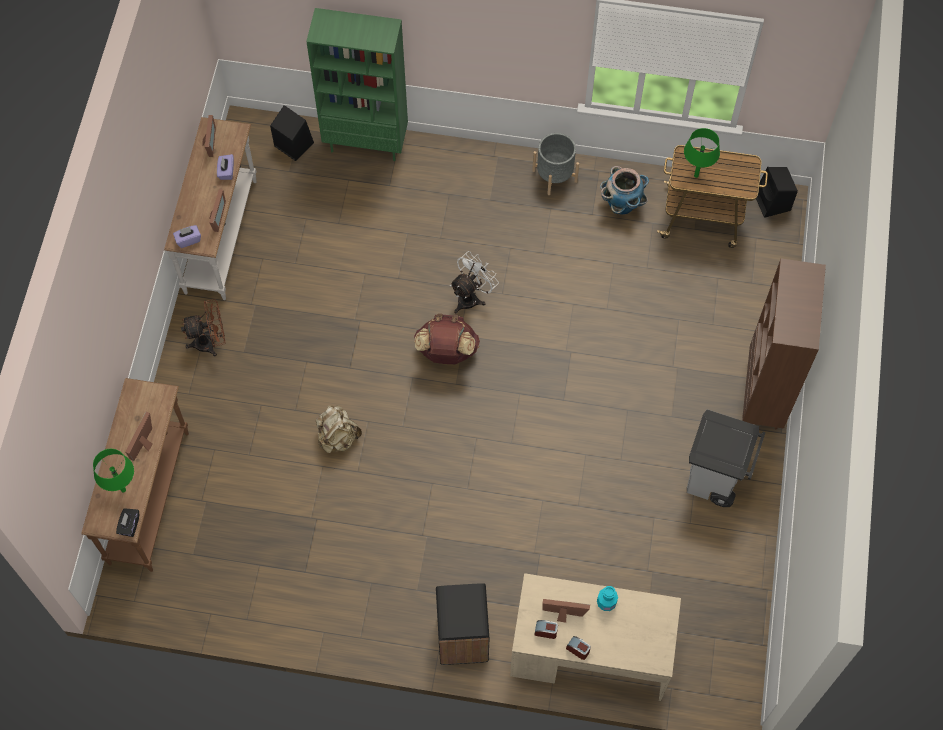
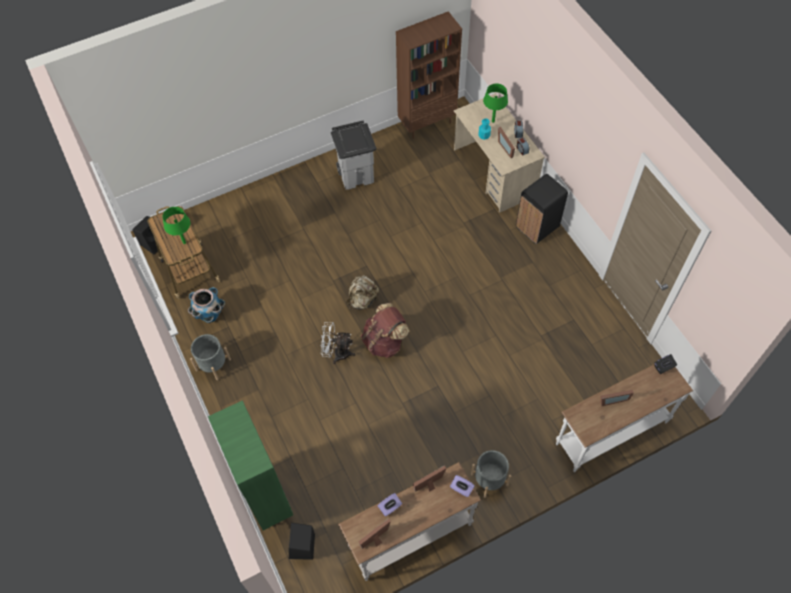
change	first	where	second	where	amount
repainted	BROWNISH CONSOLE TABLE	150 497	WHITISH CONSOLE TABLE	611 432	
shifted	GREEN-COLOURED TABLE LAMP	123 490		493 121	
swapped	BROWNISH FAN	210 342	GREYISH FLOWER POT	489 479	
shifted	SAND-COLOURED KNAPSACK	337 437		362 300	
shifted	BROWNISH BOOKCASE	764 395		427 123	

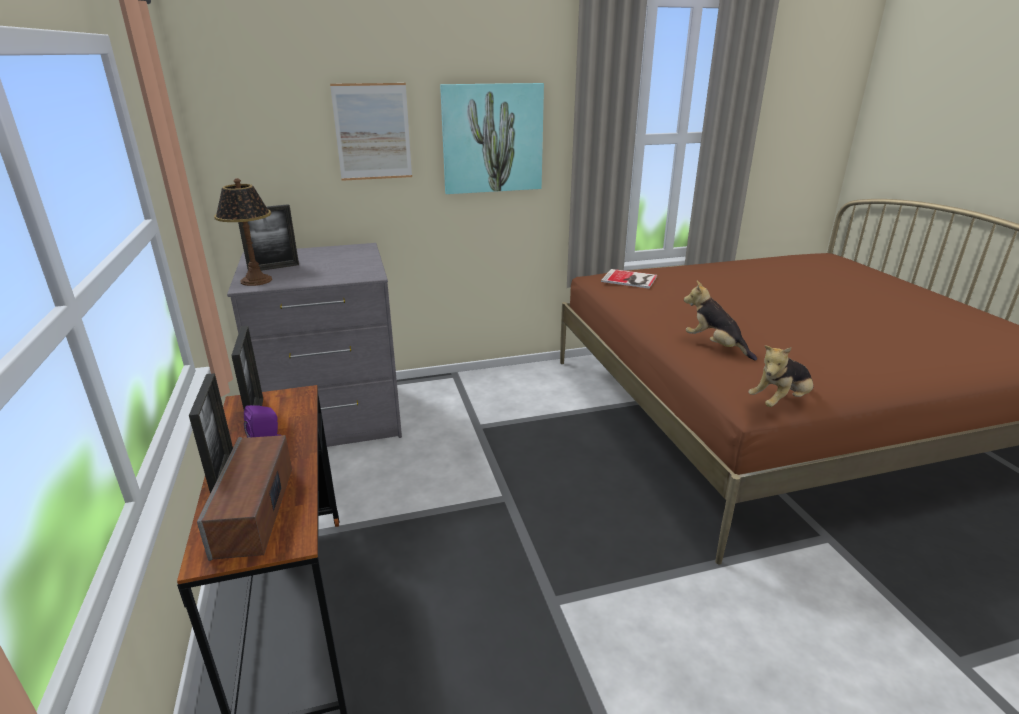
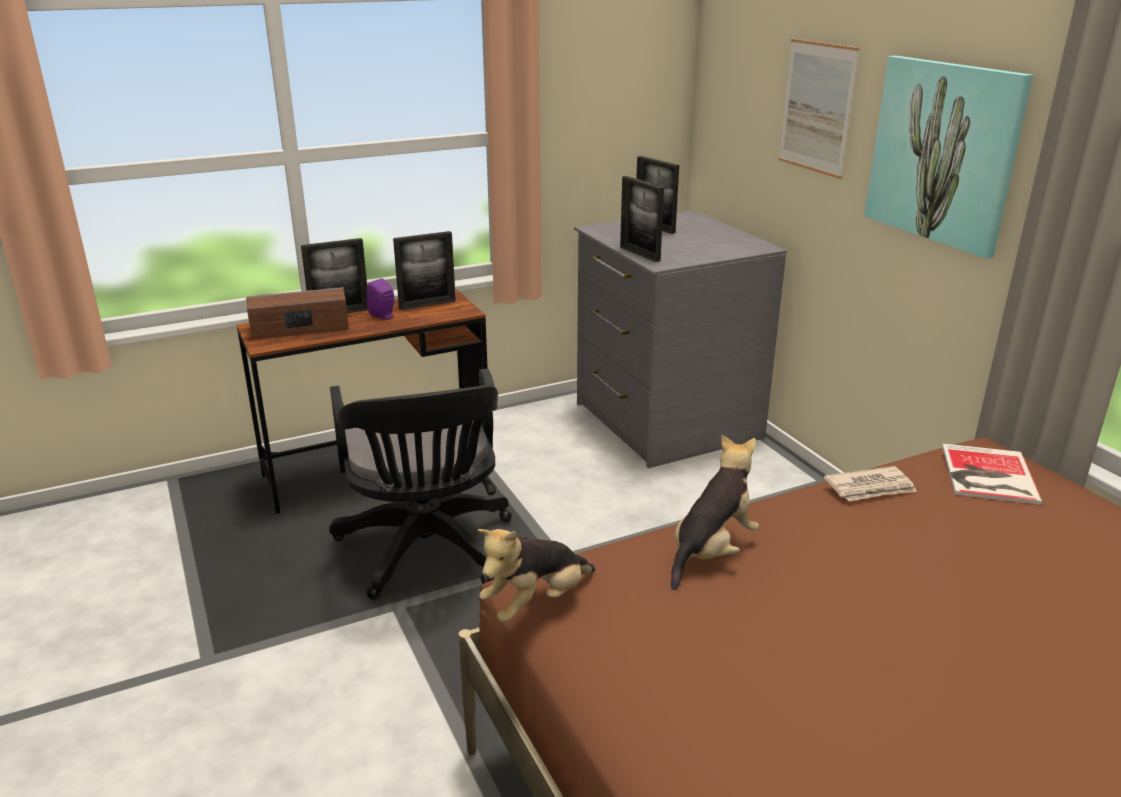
change	first	where	second	where	amount
gone	TABLE LAMP	256 280			
rotated	CUDDLY TOY	780 402		536 603	90 degrees counterclockwise
new			BLACKISH DESK CHAIR	427 552	
new			PICTURE FRAME	639 254	
new			NEWSPAPER	870 488	

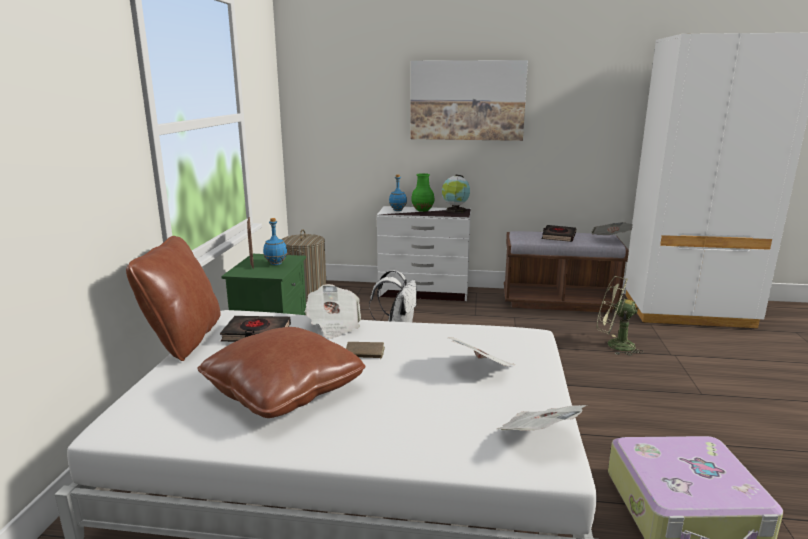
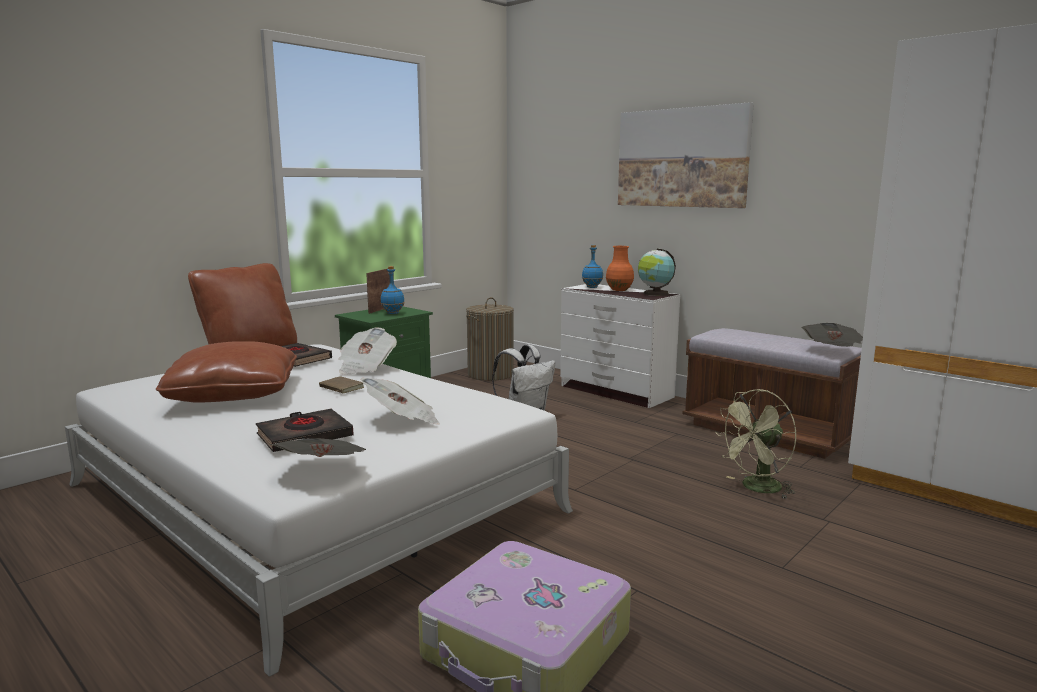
change	first	where	second	where	amount
repainted	GREEN-COLOURED DECORATIVE VASE	423 210	ORANGE DECORATIVE VASE	619 290	
shifted	BLACKISH VOLUME	558 236		304 436	
rotated	GREEN-COLOURED FAN	614 345		756 488	90 degrees counterclockwise

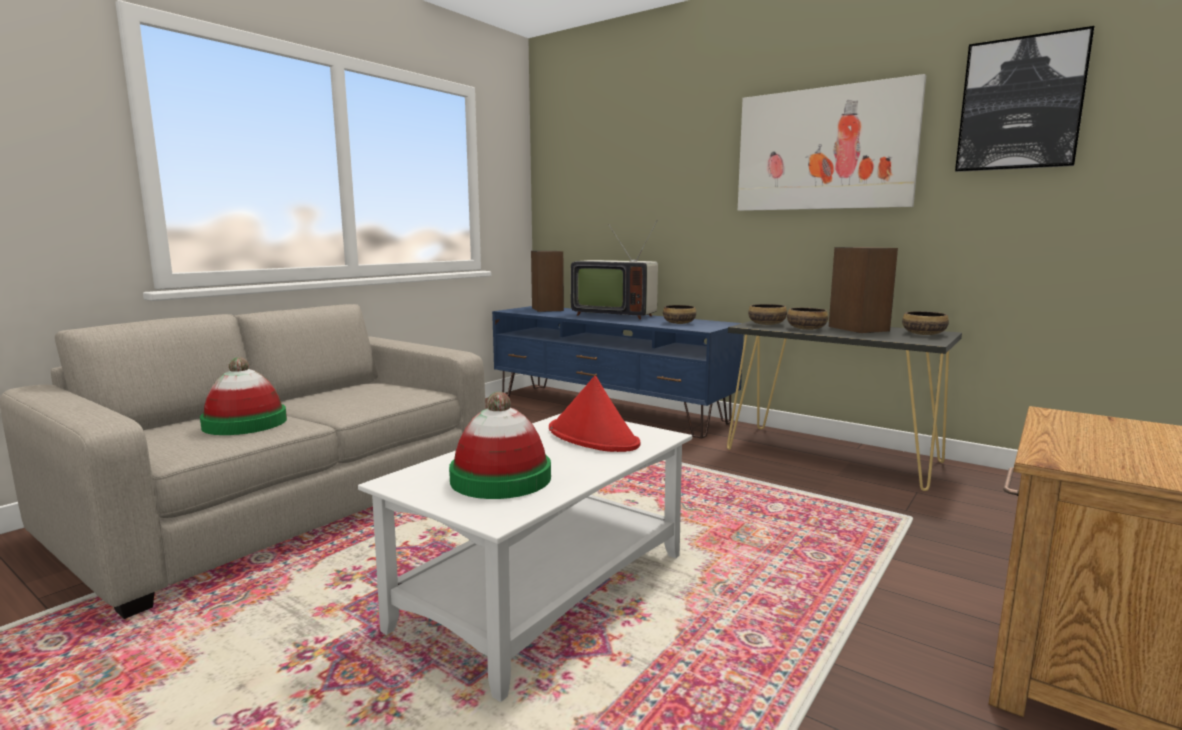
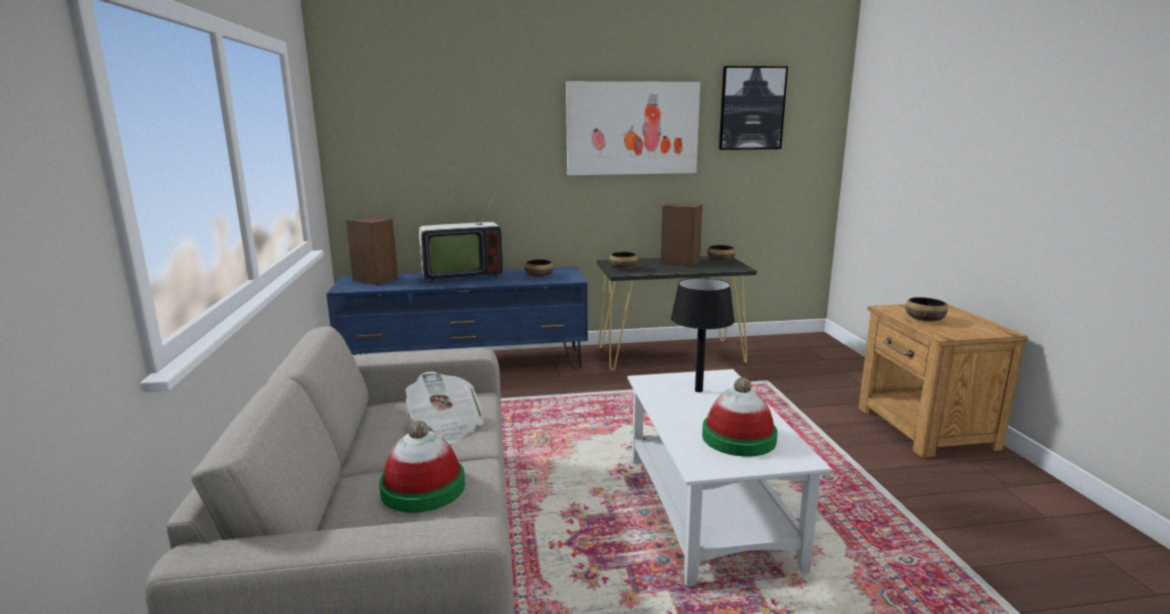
change	first	where	second	where	amount
swapped	RED-COLOURED WEARABLE HAT	593 437	BLACKISH TABLE LAMP	699 390	
shifted	SERVING BOWL	806 329		924 319	
new			NEWSPAPER	446 425	

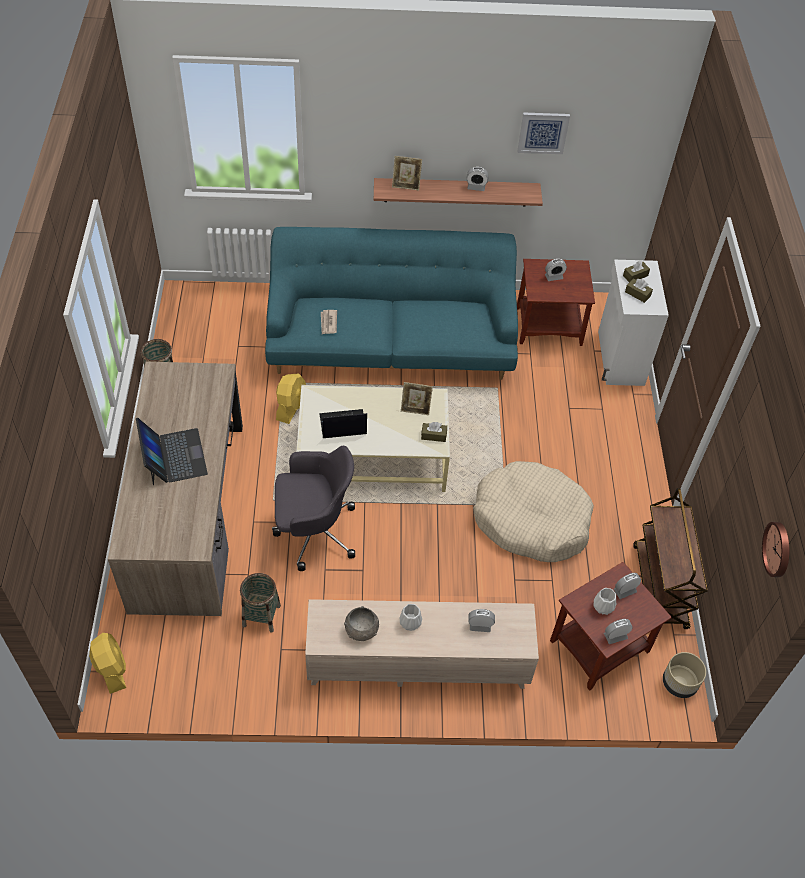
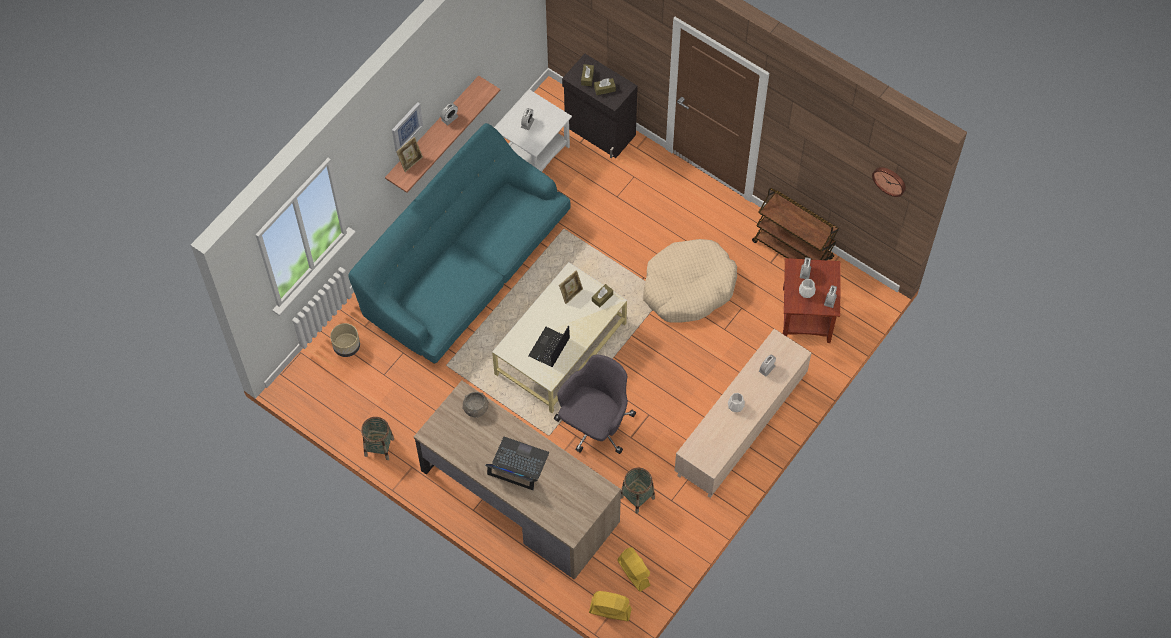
change	first	where	second	where	amount
shifted	YELLOWISH FAN	291 407		633 572	
gone	NEWSPAPER	328 323			
shifted	GREYISH SERVING BOWL	361 630		476 408	
repainted	BROWNISH END TABLE	548 325	WHITISH END TABLE	533 153	
shifted	WALL ART	543 132		406 127	
repainted	WHITISH STORAGE CABINET	619 358	BLACKISH STORAGE CABINET	600 131	
shifted	SAND-COLOURED FLOWER POT	679 683		346 346	

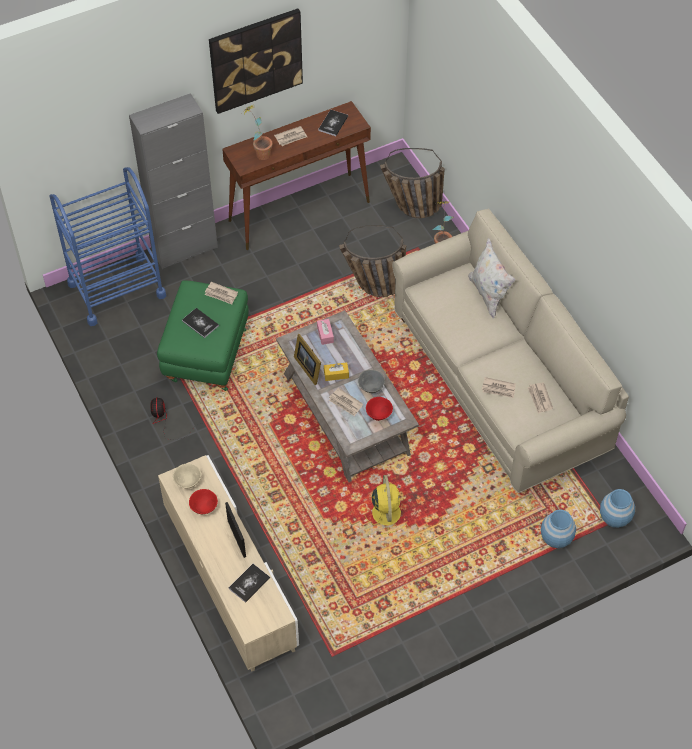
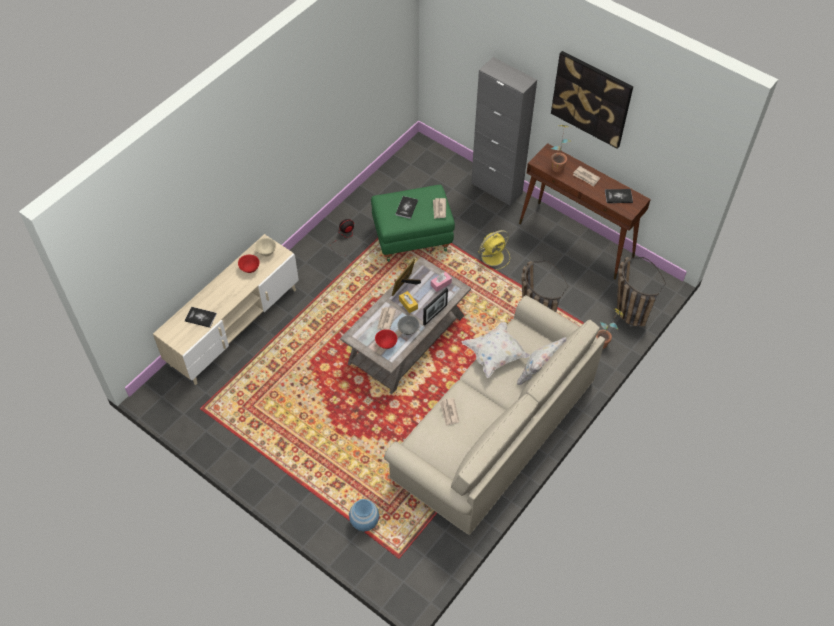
change	first	where	second	where	amount
gone	BLUISH CART	116 289			
shifted	PICTURE FRAME	236 538		435 314	
shifted	YELLOWISH FAN	386 511		493 256	
gone	NEWSPAPER	540 399			
gone	BLUISH DECORATIVE VASE	615 518			
new			WHITISH THROW PILLOW	495 355	

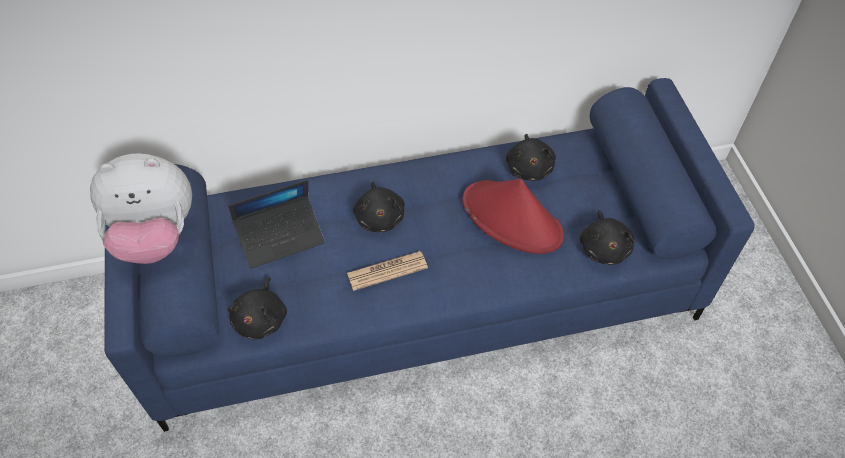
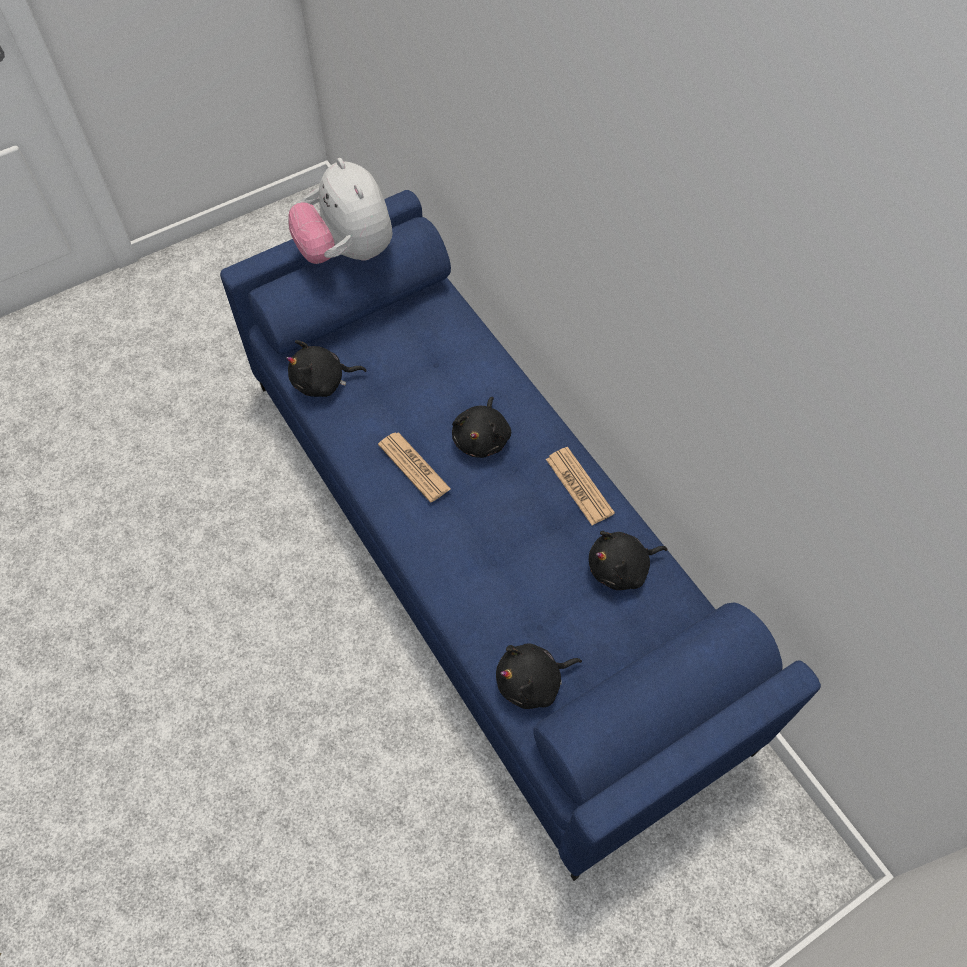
change	first	where	second	where	amount
gone	NOTEBOOK COMPUTER	280 237			
rotated	BLACKISH CUDDLY TOY	380 217		482 438	45 degrees counterclockwise
gone	RED-COLOURED WEARABLE HAT	512 218			
new			NEWSPAPER	579 486	

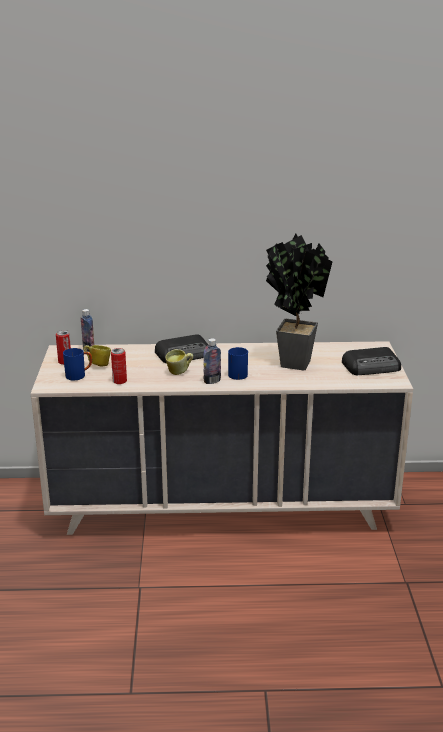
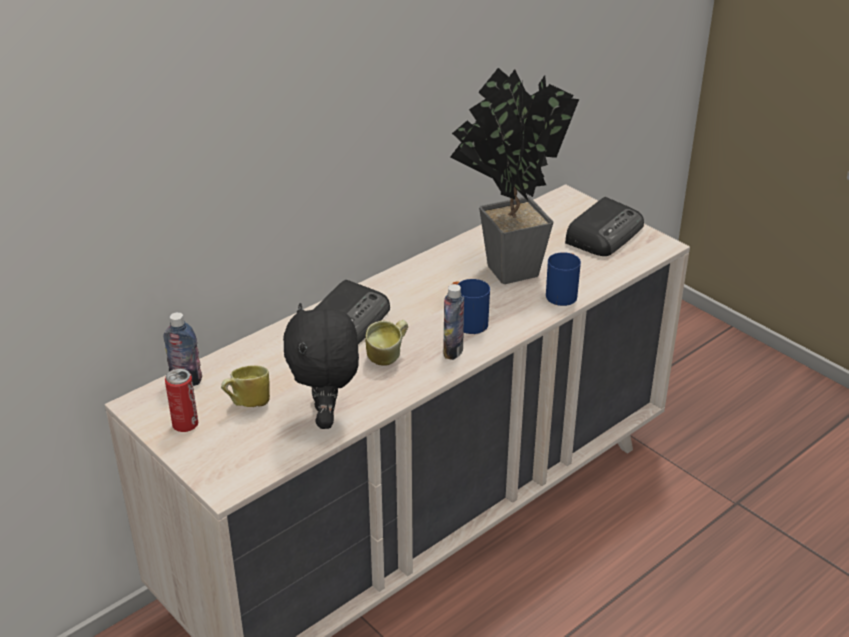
change	first	where	second	where	amount
shifted	BLUISH TEA MUG	79 375		563 294	
swapped	CAN	119 381	BLACKISH CUDDLY TOY	327 418	

